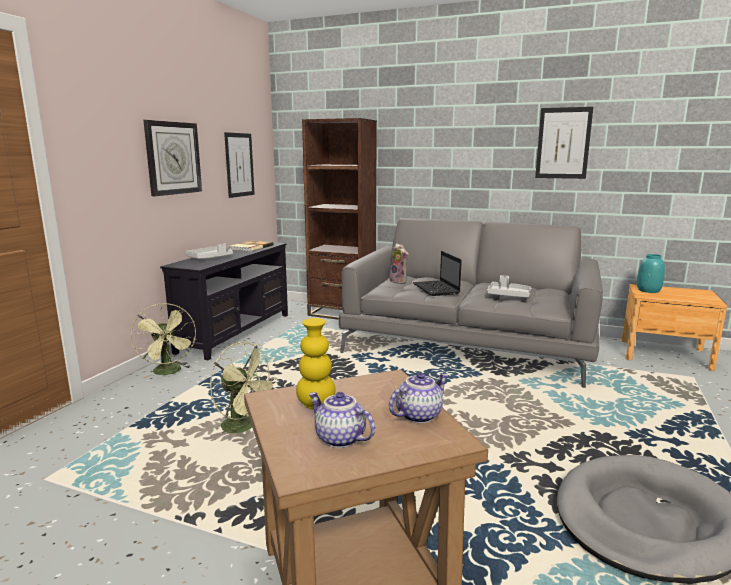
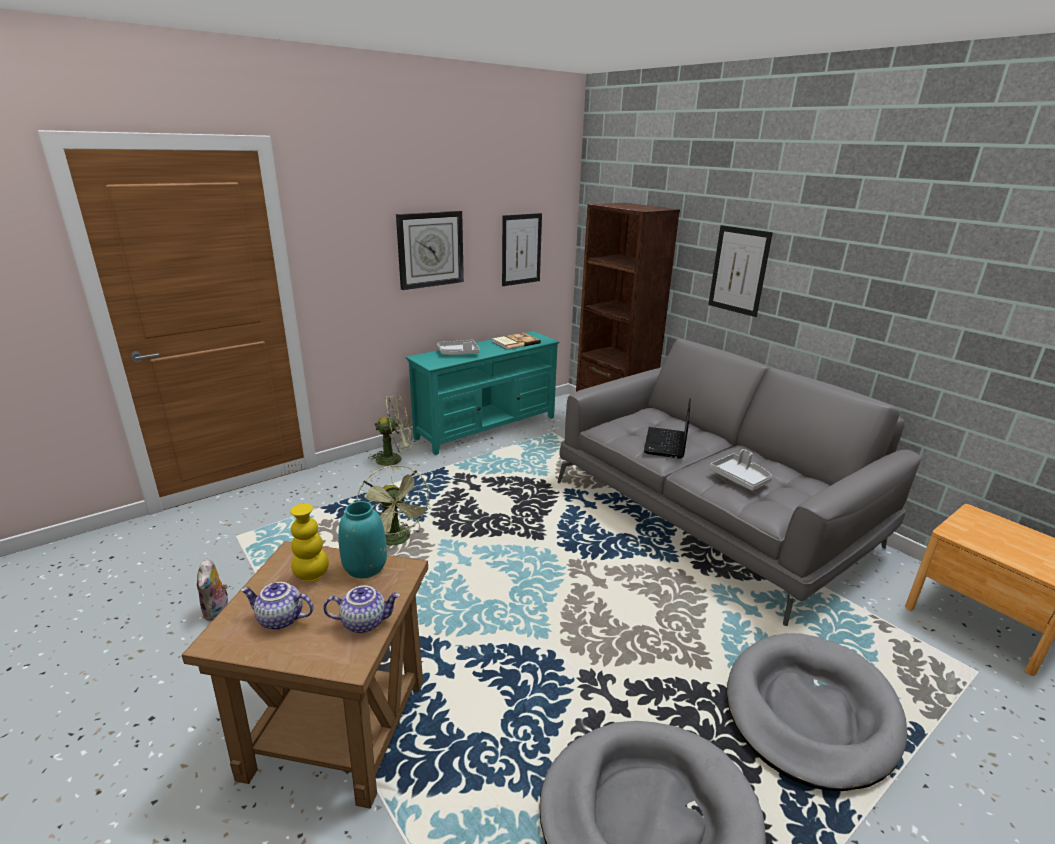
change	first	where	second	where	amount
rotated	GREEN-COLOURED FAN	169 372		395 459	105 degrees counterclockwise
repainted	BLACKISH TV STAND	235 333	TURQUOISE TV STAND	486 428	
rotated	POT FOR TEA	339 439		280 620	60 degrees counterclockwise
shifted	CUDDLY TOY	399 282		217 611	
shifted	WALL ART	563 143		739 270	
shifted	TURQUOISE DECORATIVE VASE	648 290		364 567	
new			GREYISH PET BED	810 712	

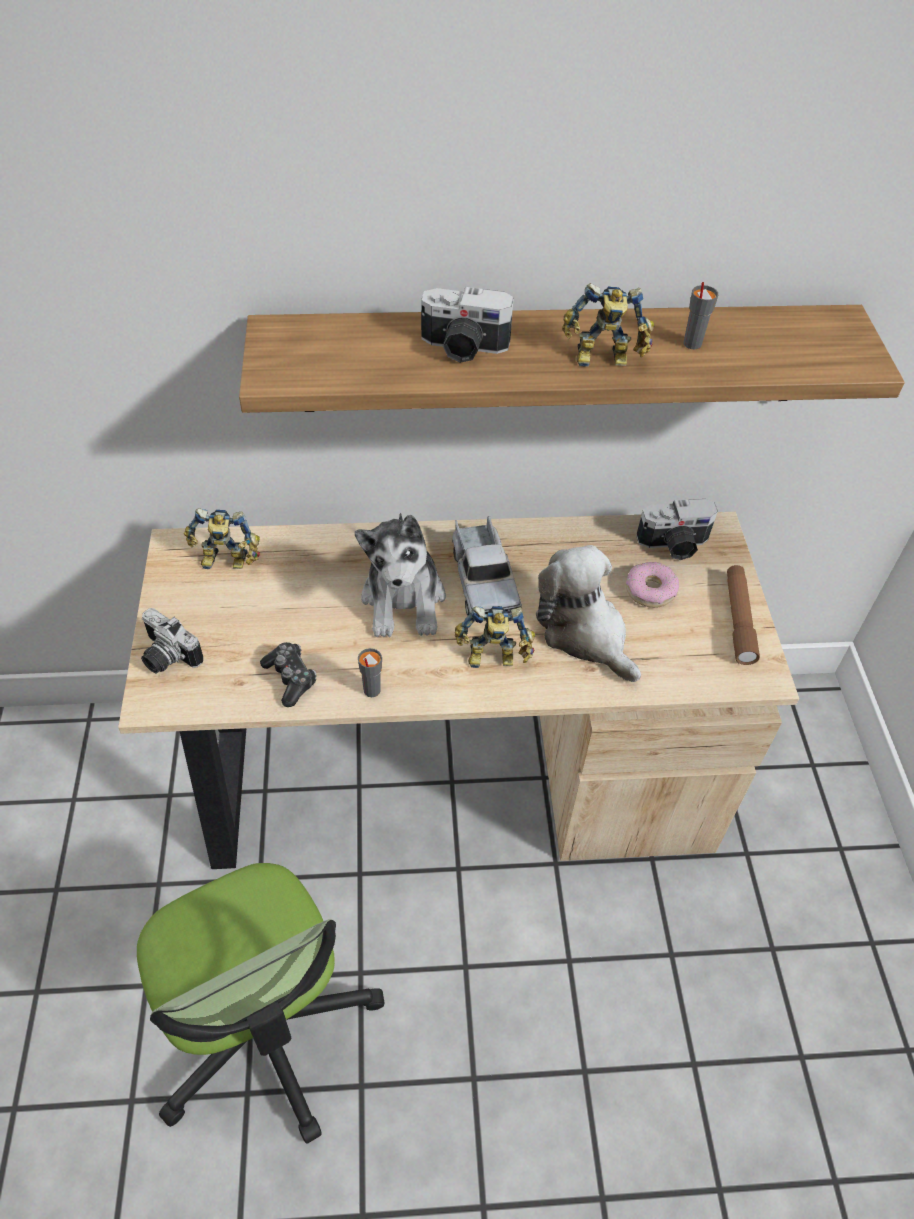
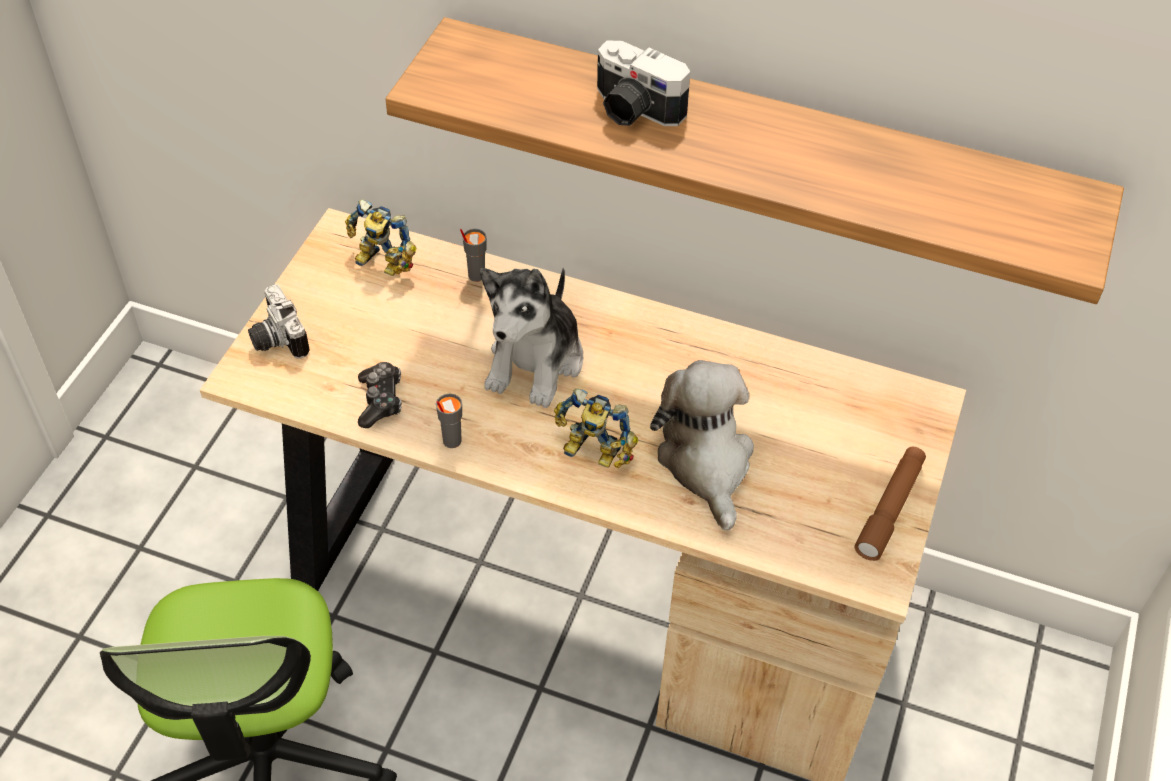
change	first	where	second	where	amount
gone	TOY LORRY	482 579			
gone	TOY ROBOT	603 360			
gone	RING DOUGHNUT	650 590			
gone	PHOTO CAMERA	674 545			
shifted	GREYISH DRINKING CUP	691 344		476 275	

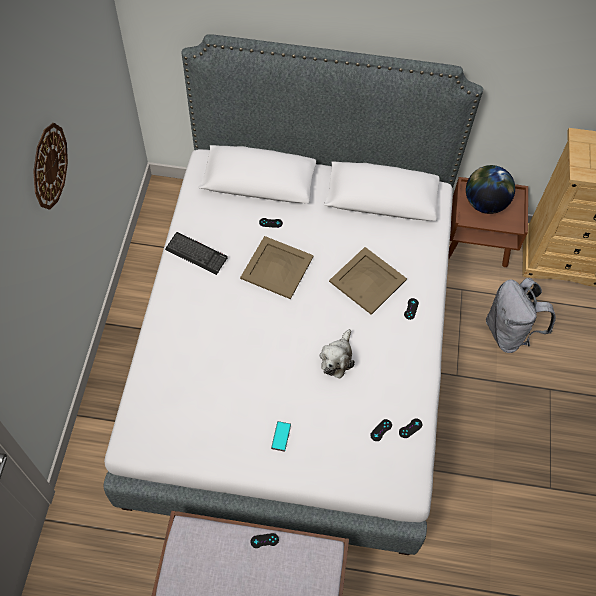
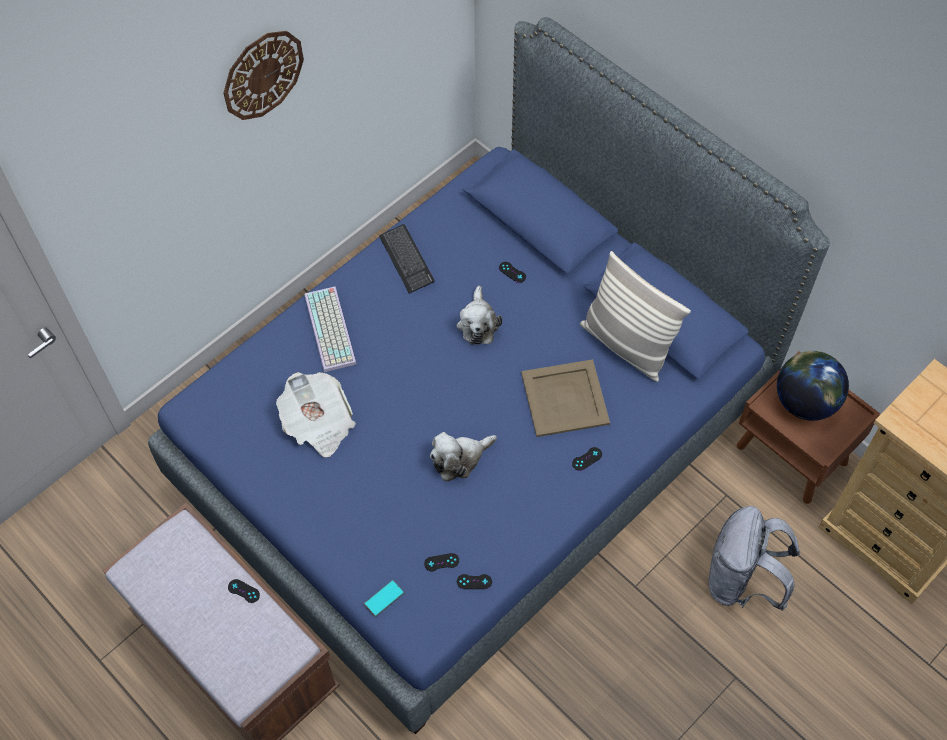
change	first	where	second	where	amount
repainted	GREYISH BEDROOM BED	294 350	BLUISH BEDROOM BED	474 439	
swapped	SAND-COLOURED CARRYING TRAY	276 267	CUDDLY TOY	478 323	
shifted	TELEPHONE	281 436		384 598	
new			NEWSPAPER	318 424	
new			KEYBOARD	332 330	
new			THROW PILLOW	626 345	

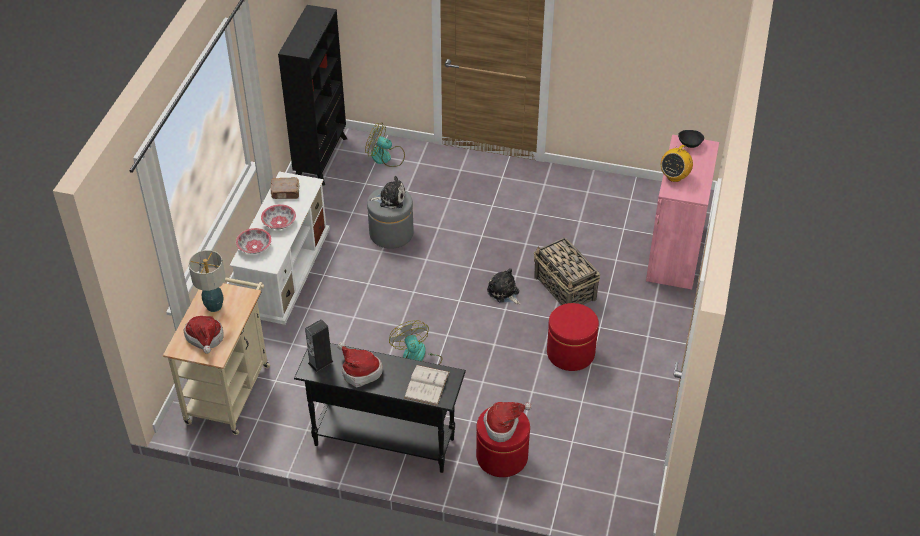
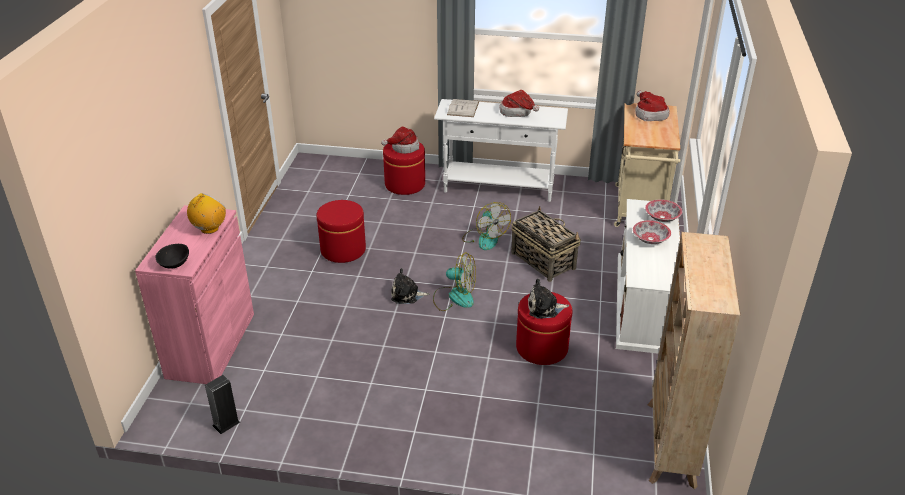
change	first	where	second	where	amount
gone	TABLE LAMP	213 306			
gone	BROWNISH VOLUME	286 192			
repainted	BLACKISH BOOKCASE	321 158	SAND-COLOURED BOOKCASE	670 444	
repainted	BLACKISH CONSOLE TABLE	383 441	WHITISH CONSOLE TABLE	499 188	
shifted	SPEAKER	320 362		226 424	
shifted	FAN	386 157		454 297	
repainted	GREYISH POUFFE	391 233	RED-COLOURED POUFFE	542 347	
rotated	CUDDLY TOY	504 293		407 295	135 degrees clockwise
shifted	STORAGE BASKET	565 289		542 260	

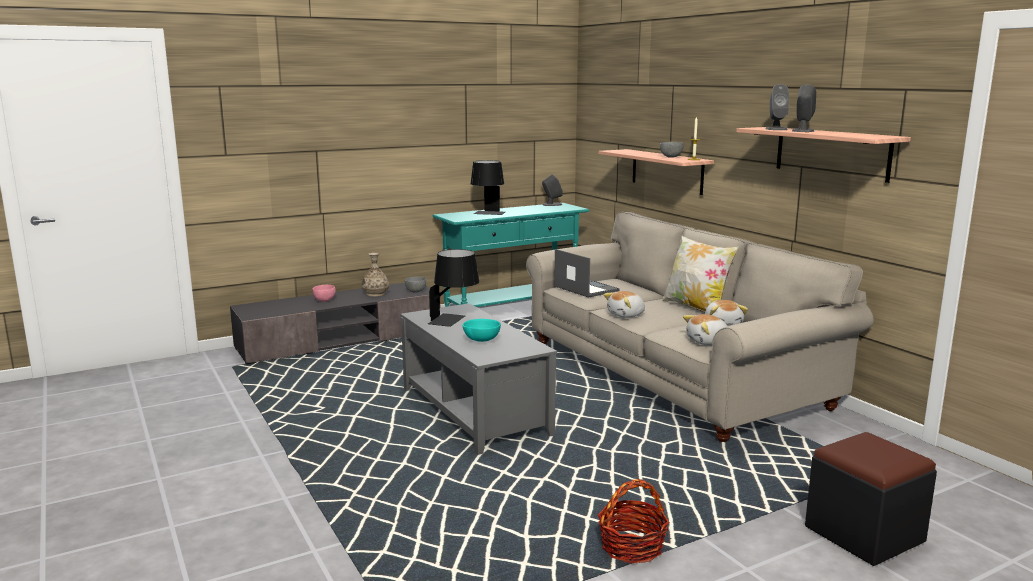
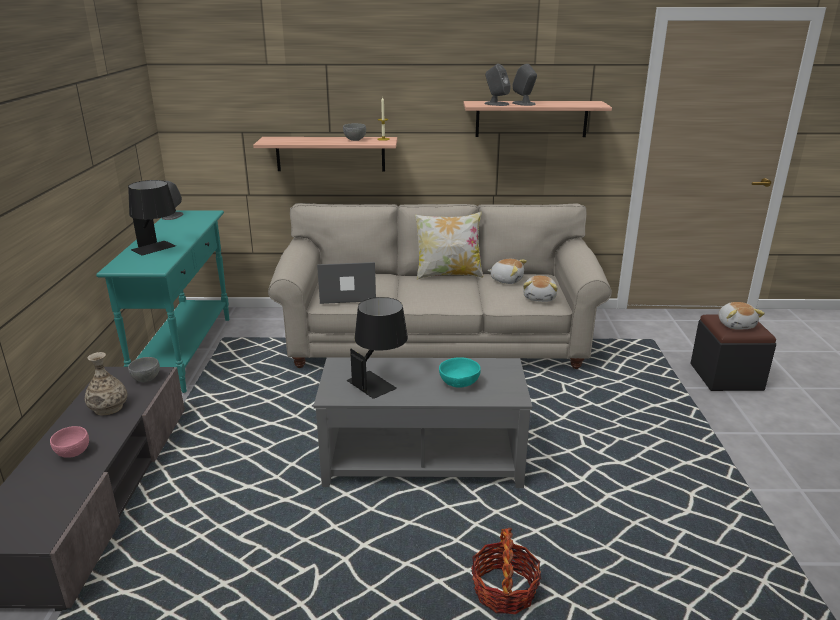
change	first	where	second	where	amount
shifted	STORAGE BASKET	632 547		504 590	
shifted	CUDDLY TOY	626 315		736 325	

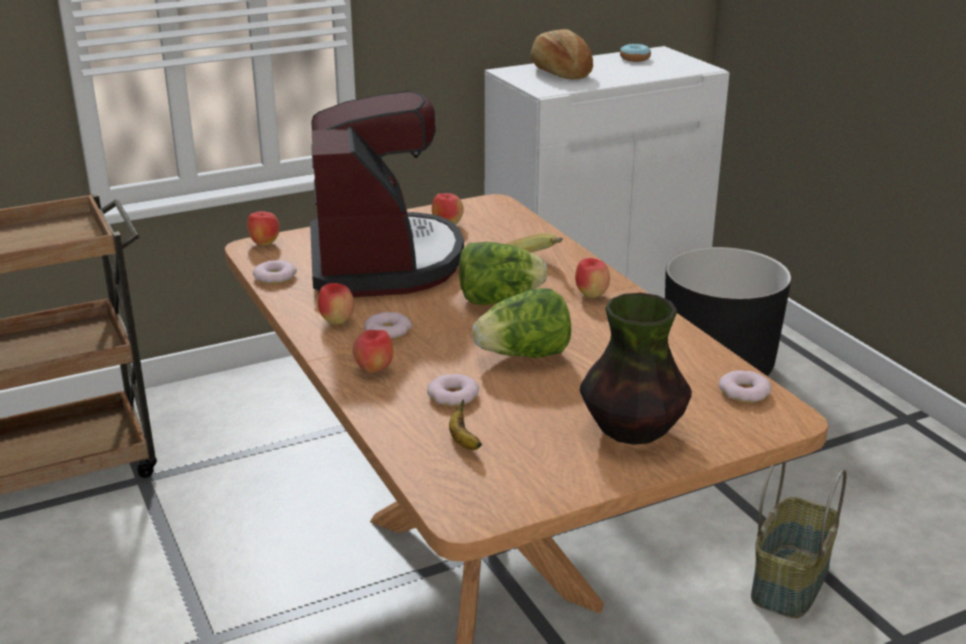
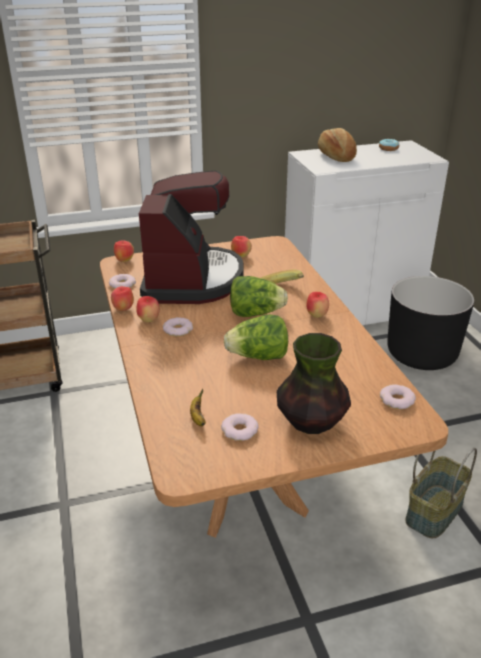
change	first	where	second	where	amount
shifted	APPLE FRUIT	374 370		123 309	
shifted	RING DOUGHNUT	453 395		240 430	

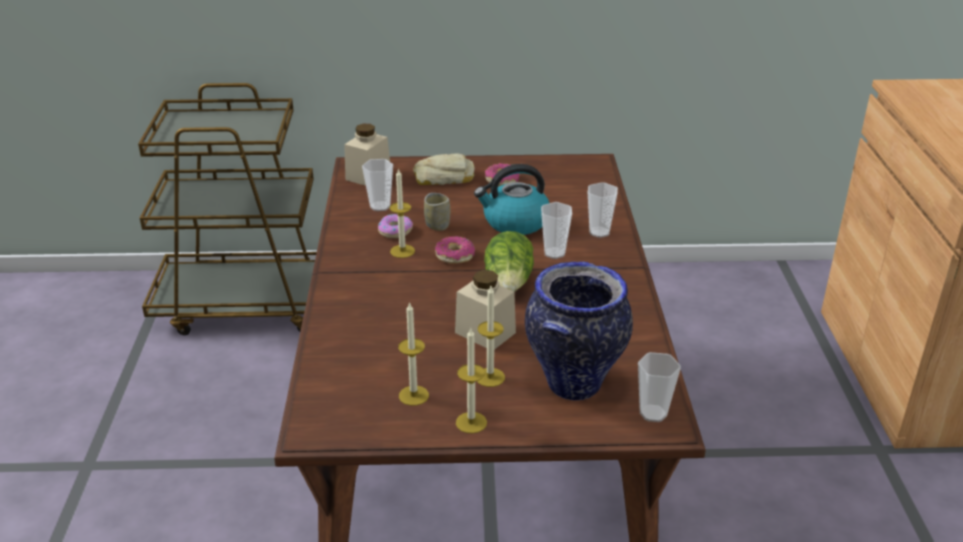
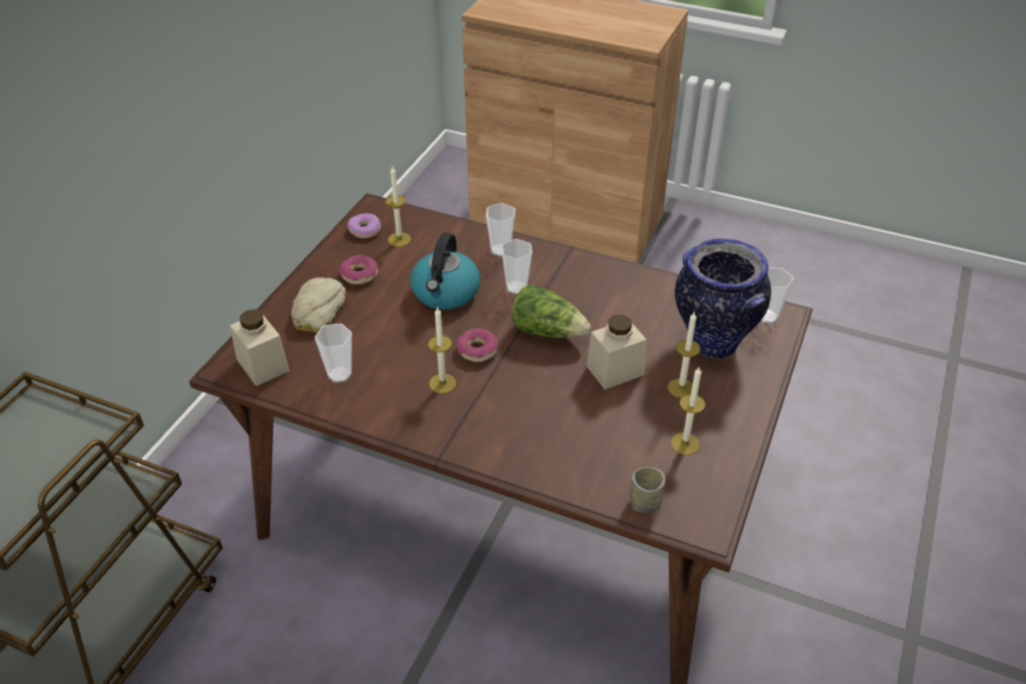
change	first	where	second	where	amount
shifted	RING DOUGHNUT	395 231		365 230	
shifted	DRINKING CUP	437 225		644 503	
shifted	CANDLE	471 422		399 239	

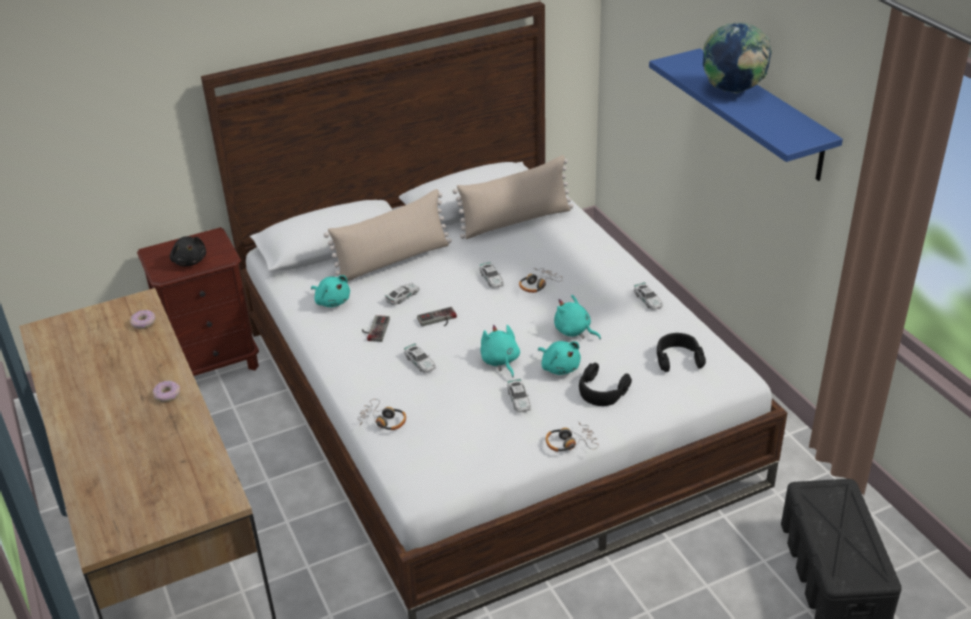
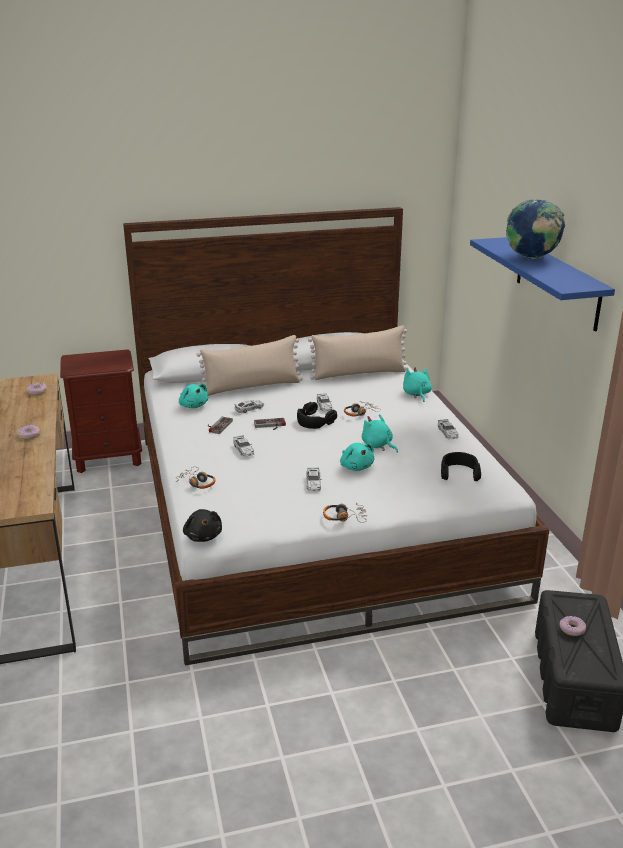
change	first	where	second	where	amount
shifted	BLACKISH CUDDLY TOY	189 261		203 536	
shifted	TURQUOISE CUDDLY TOY	500 361		416 394	
shifted	BLACKISH HEADPHONES	602 391		314 421	
new			RING DOUGHNUT	572 629	

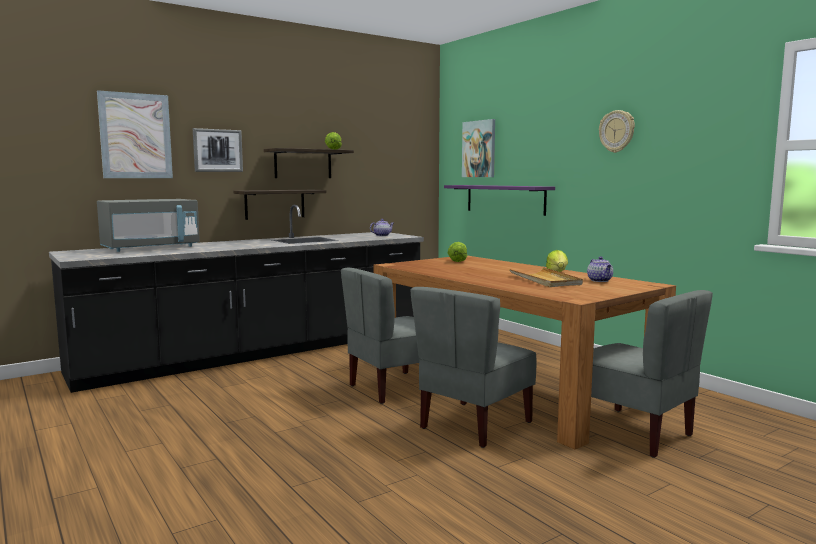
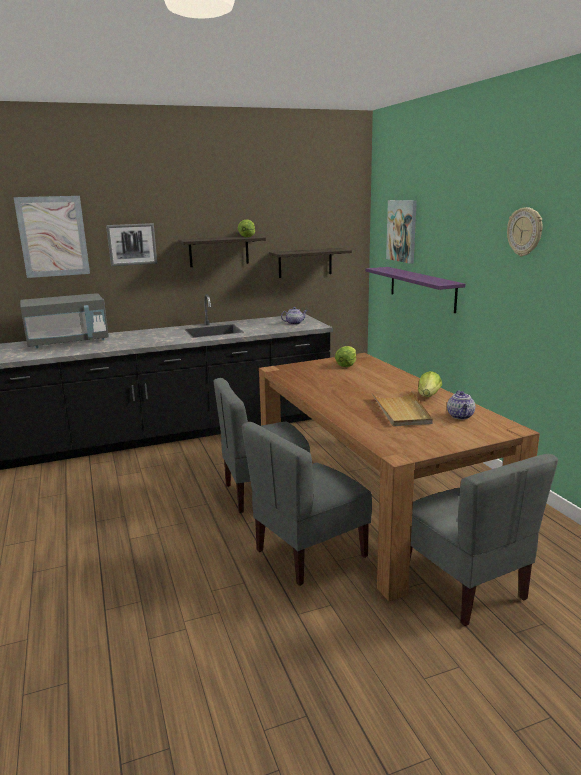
change	first	where	second	where	amount
shifted	SHELF	275 204		305 262	

